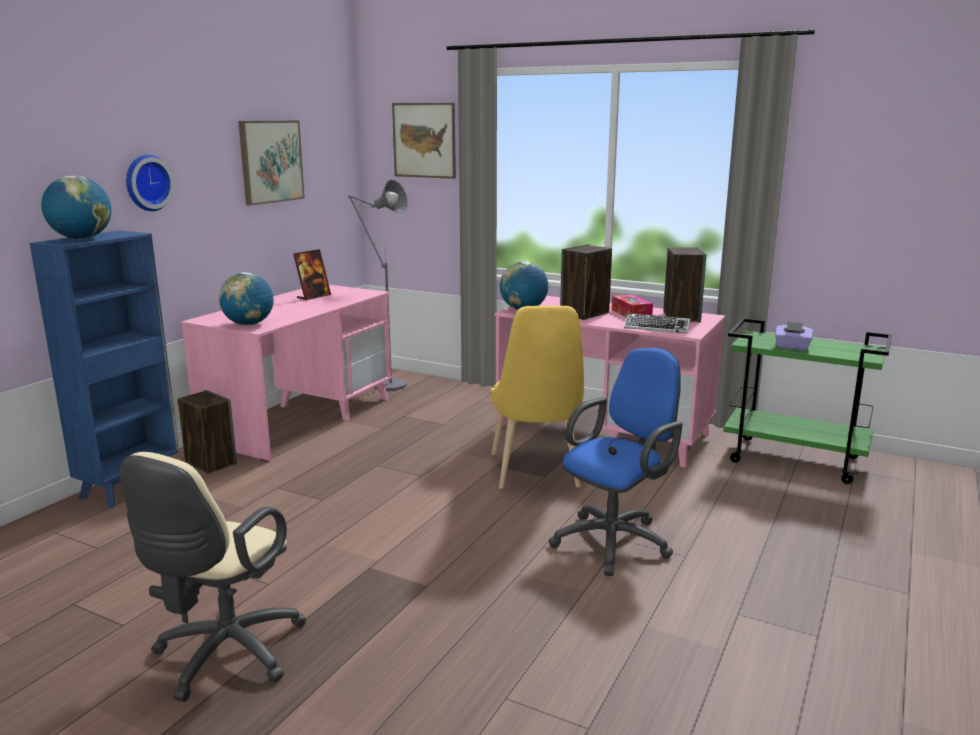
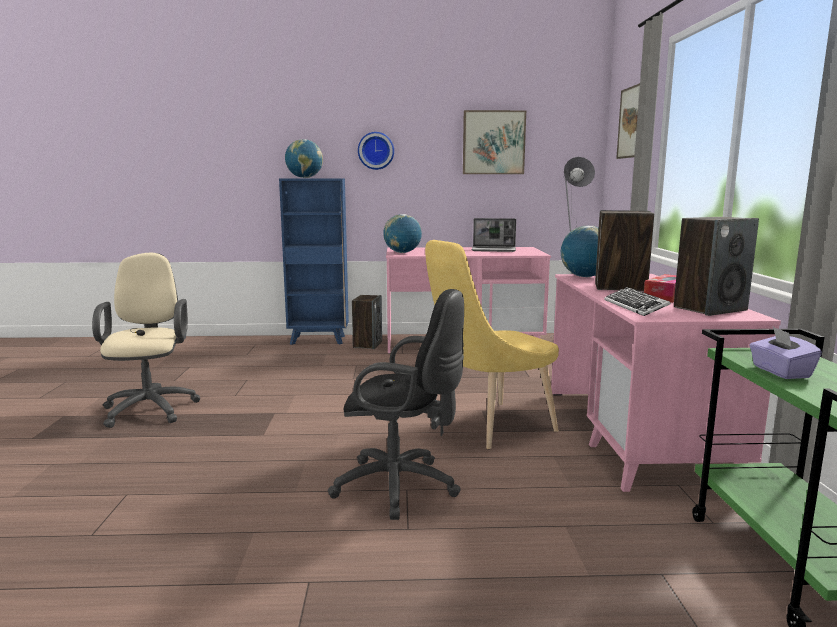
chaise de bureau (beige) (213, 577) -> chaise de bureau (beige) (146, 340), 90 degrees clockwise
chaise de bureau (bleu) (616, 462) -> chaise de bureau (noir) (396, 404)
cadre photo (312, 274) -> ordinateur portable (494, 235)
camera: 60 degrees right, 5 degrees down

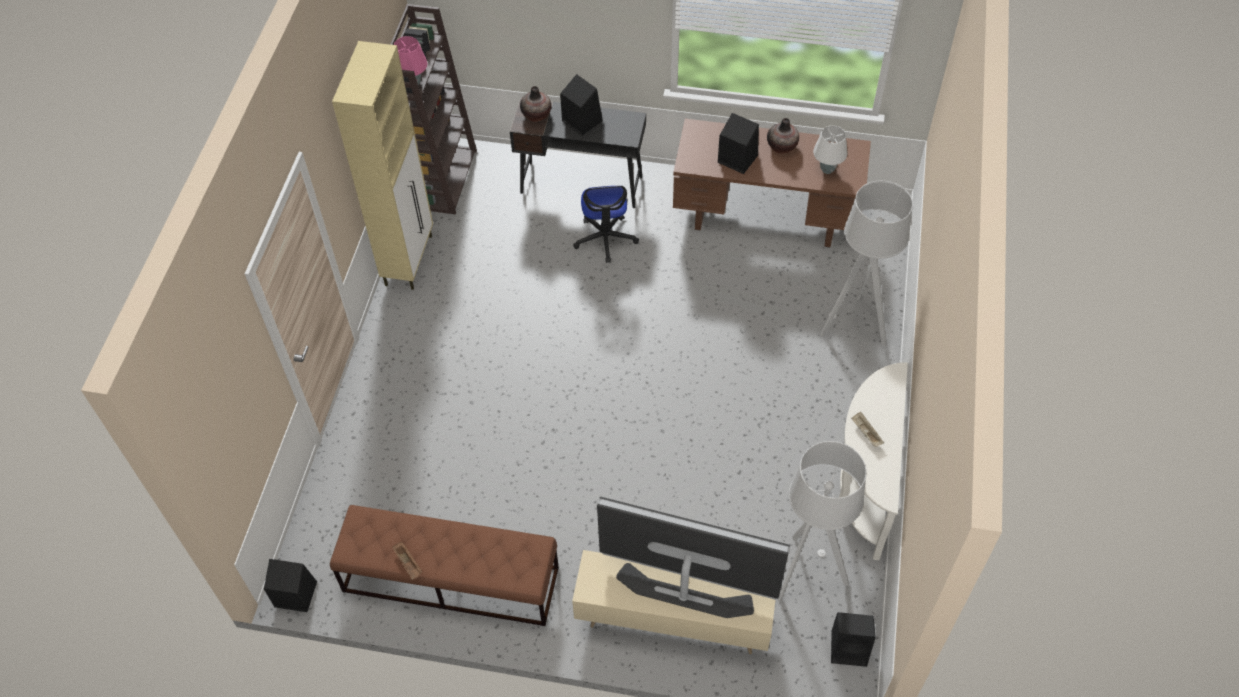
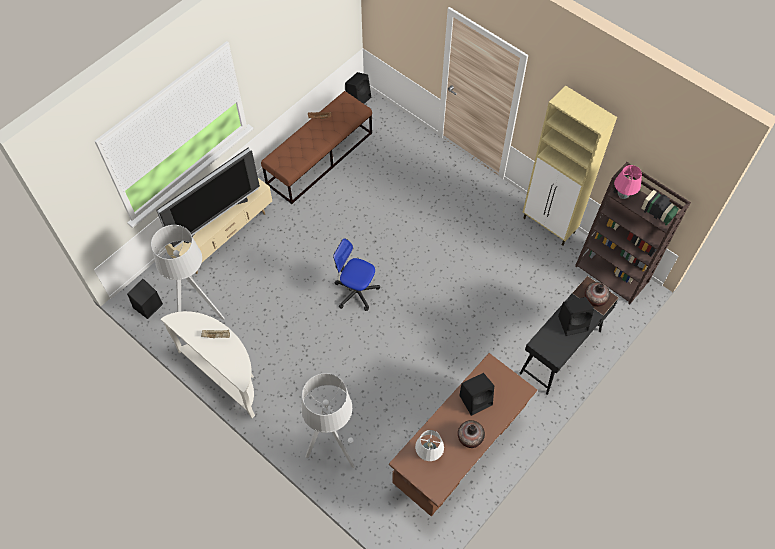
chaise de bureau (606, 224) -> chaise de bureau (356, 274), shifted
camera: 120 degrees right, 5 degrees up

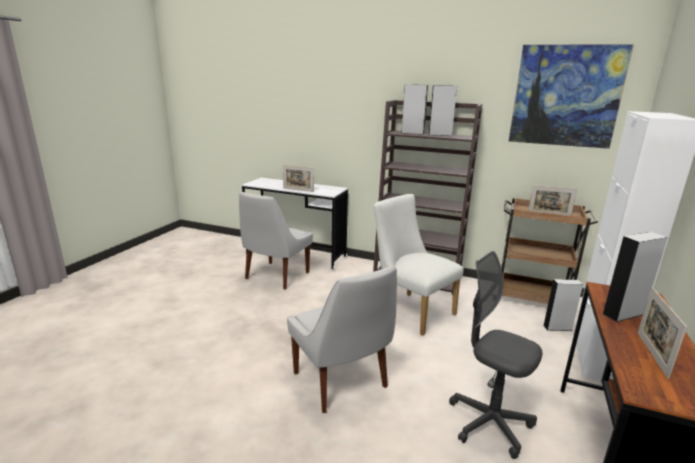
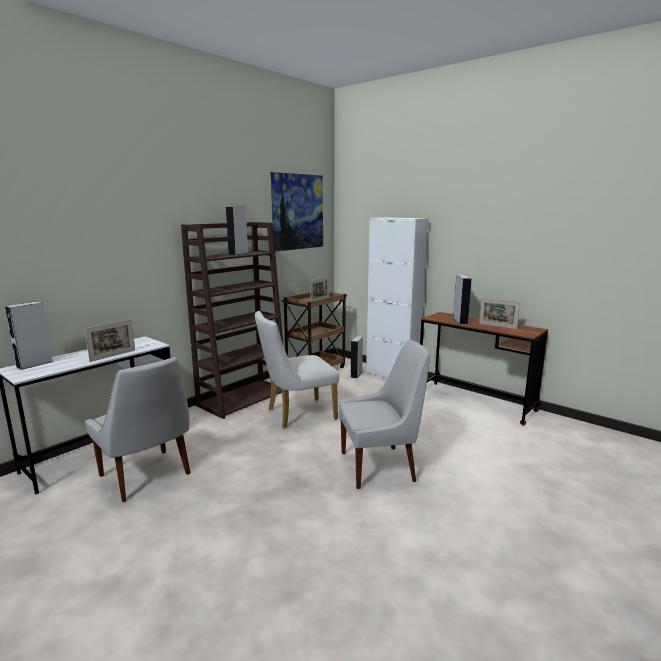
enceinte (gris) (414, 109) -> enceinte (gris) (29, 335), shifted
chaise de bureau (gris) (495, 354) -> none
camera: 70 degrees left, 5 degrees down

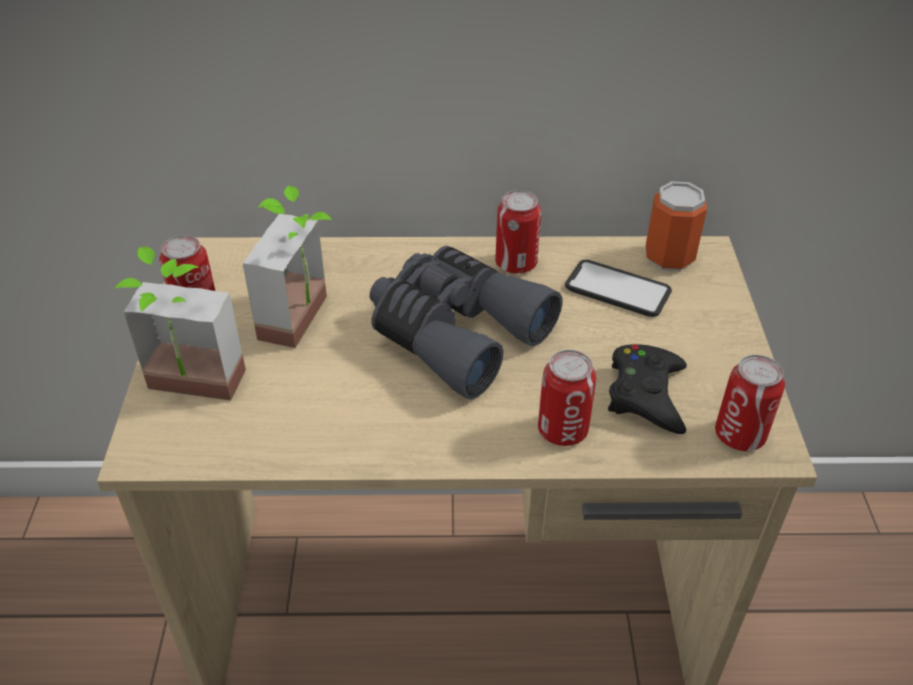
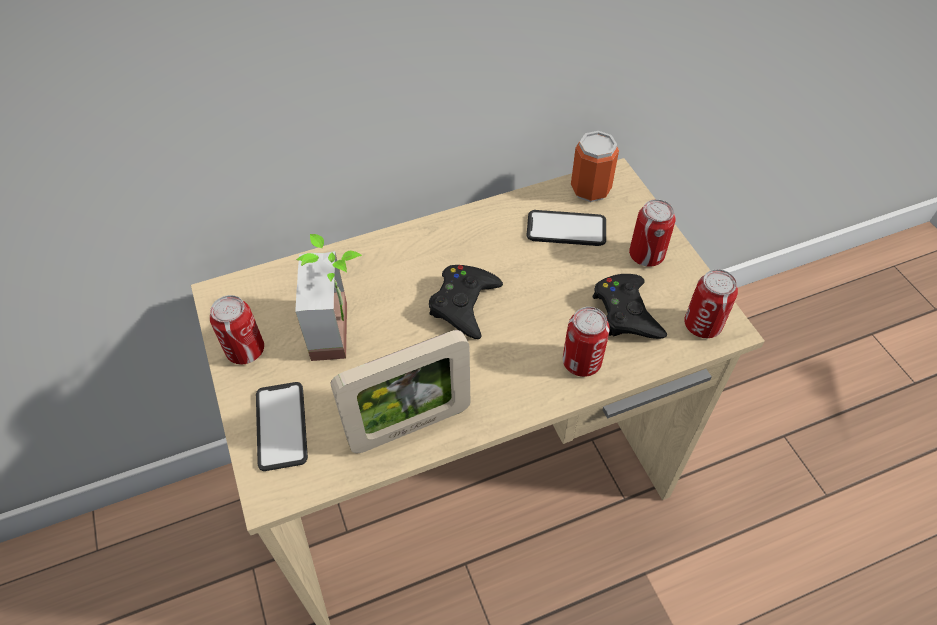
plante en pot (180, 323) -> téléphone (282, 426)
none -> cadre photo (400, 391)
jumelles (gris) (466, 323) -> manette (noir) (466, 302)
boîte métallique (518, 232) -> boîte métallique (652, 233), shifted
camera: 20 degrees left, 10 degrees up

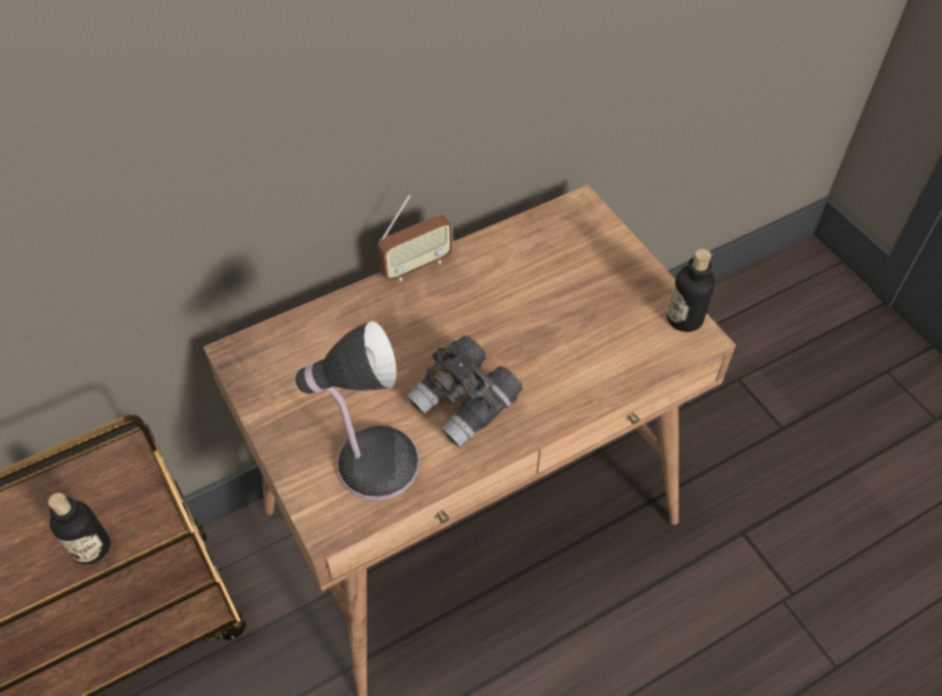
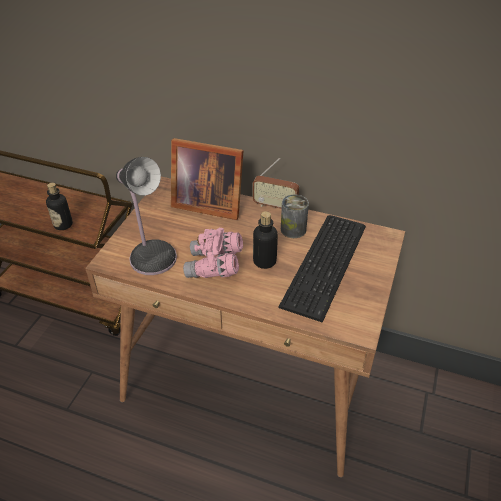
none -> cadre photo (207, 179)
jumelles (gris) (464, 391) -> jumelles (rose) (213, 253)
bouteille (691, 290) -> bouteille (265, 240), shifted
none -> clavier (322, 269)
none -> boîte métallique (295, 216)
camera: 50 degrees right, 10 degrees down

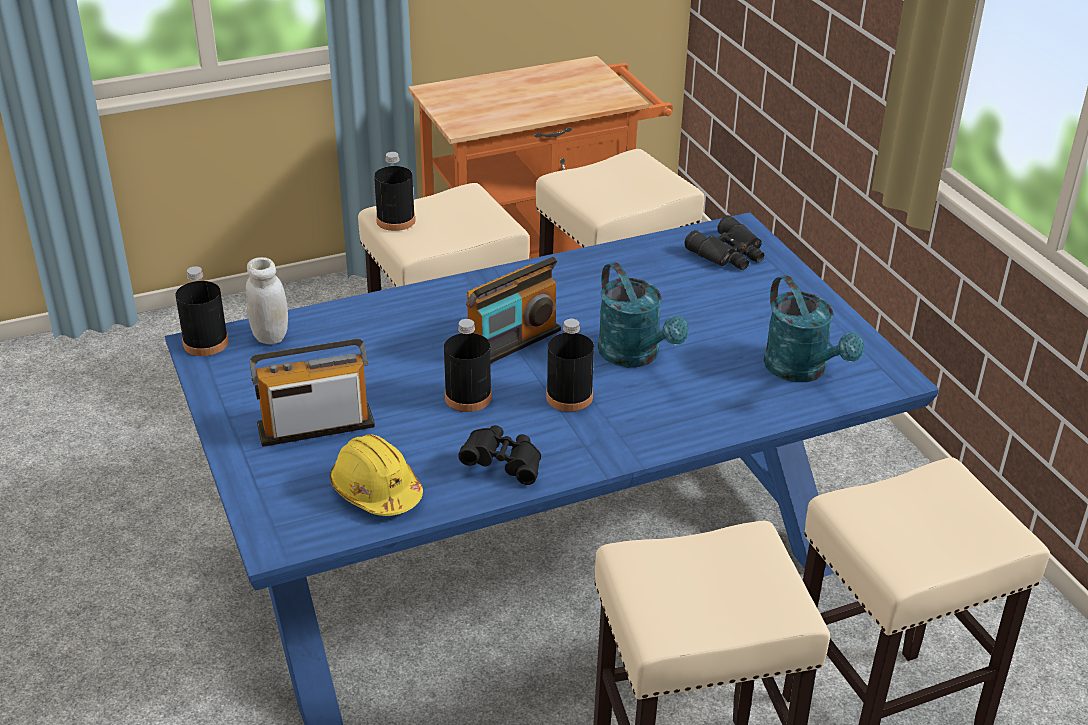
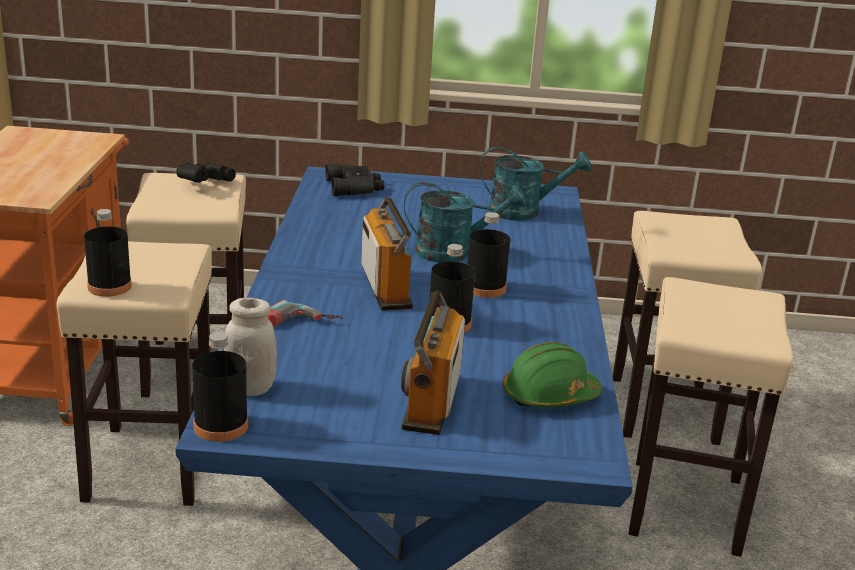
jumelles (noir) (499, 455) -> jumelles (noir) (206, 172), shifted
none -> perceuse (305, 313)
casque de chantier (jaune) (376, 475) -> casque de chantier (vert) (552, 374)
camera: 65 degrees left, 10 degrees down

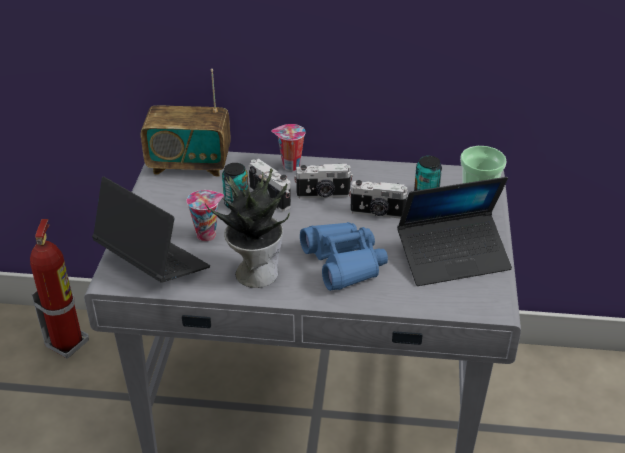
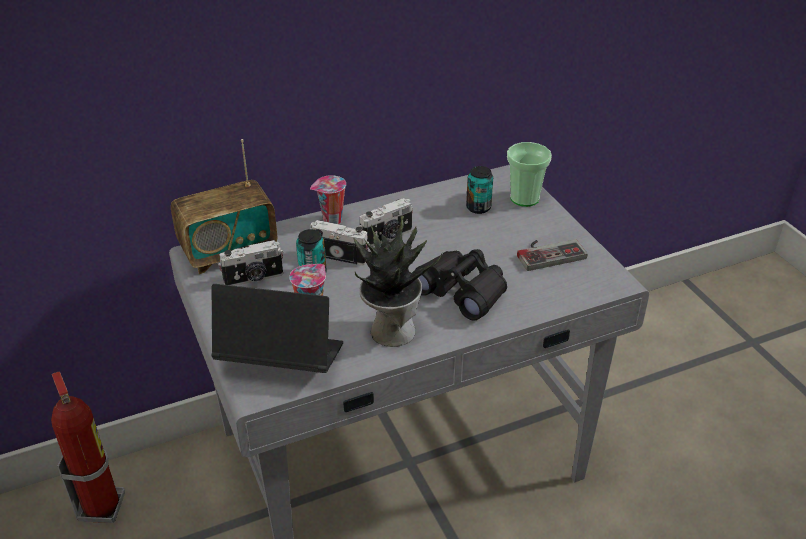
appareil photo (378, 199) -> appareil photo (251, 263), shifted
jumelles (bleu) (344, 256) -> jumelles (noir) (459, 284)
ordinateur portable (454, 231) -> manette (552, 255)
camera: 30 degrees left, 0 degrees up

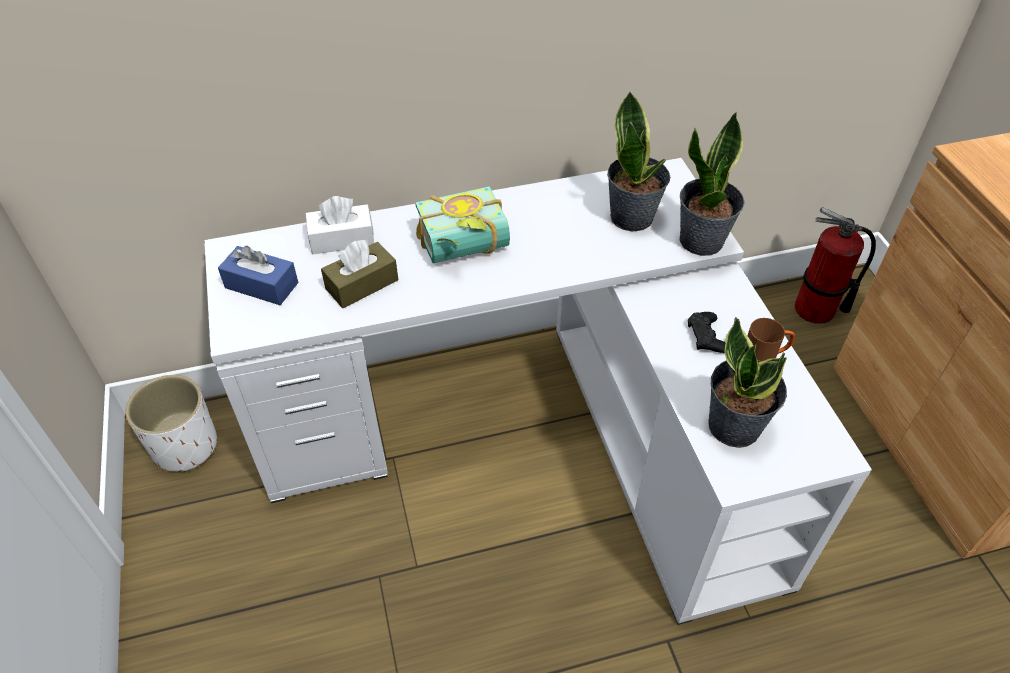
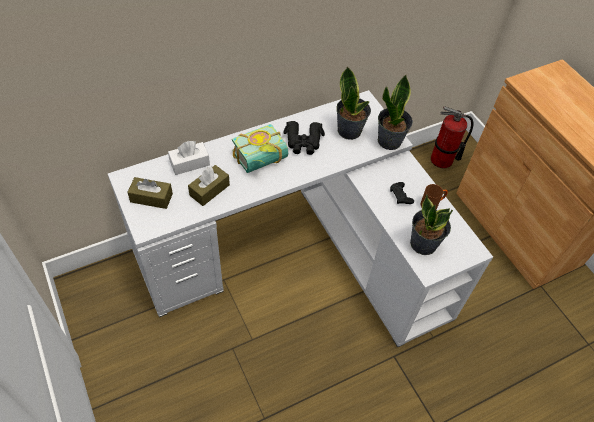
boîte à mouchoirs (bleu) (258, 275) -> boîte à mouchoirs (marron) (150, 193)
none -> jumelles (noir) (304, 138)
cache-pot (blanc) (171, 423) -> none
camera: 15 degrees left, 5 degrees up

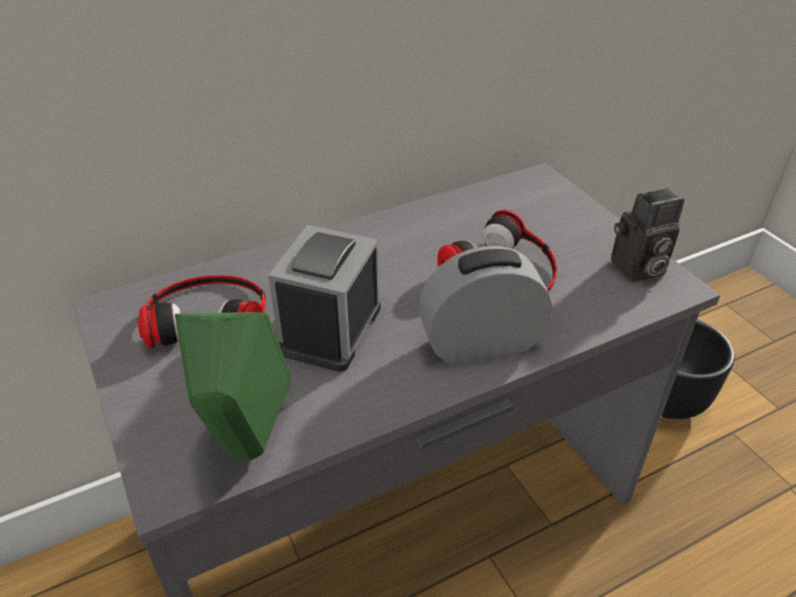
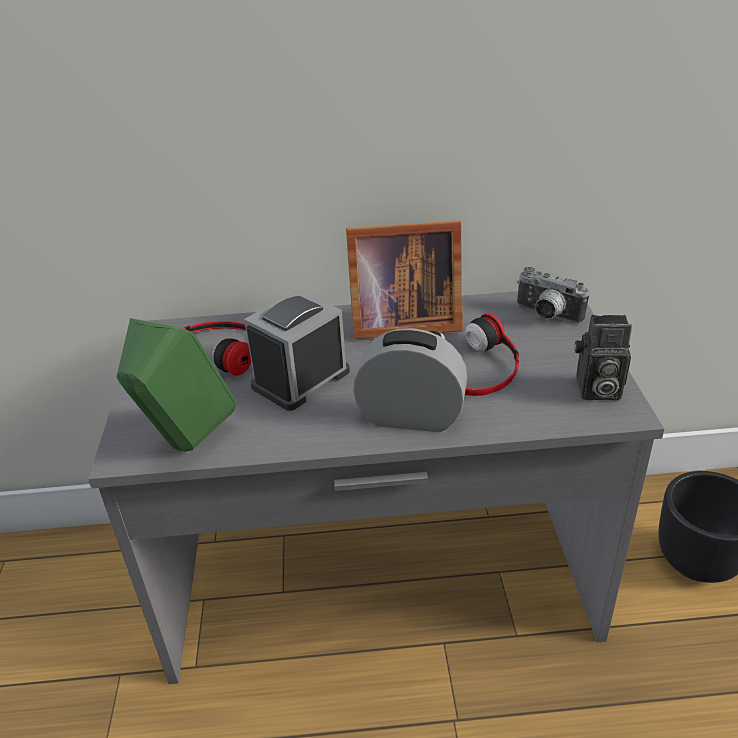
none -> cadre photo (404, 279)
none -> appareil photo (553, 295)
camera: 25 degrees right, 5 degrees down

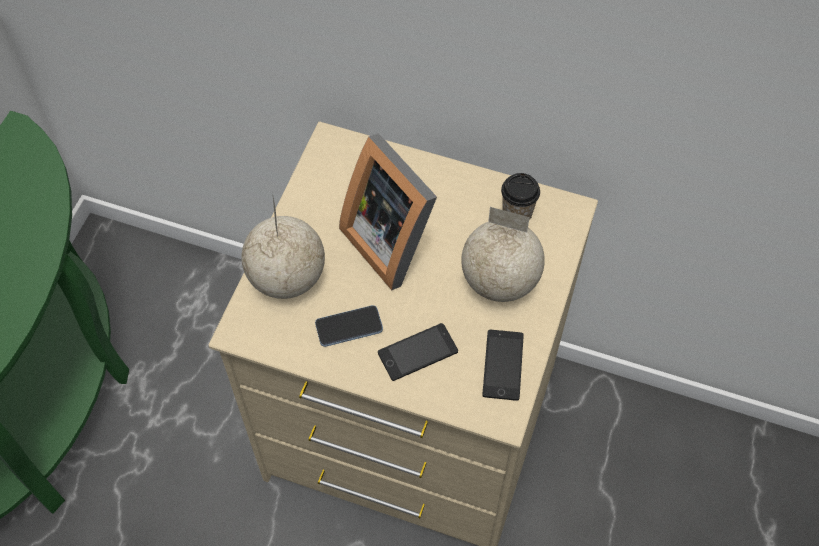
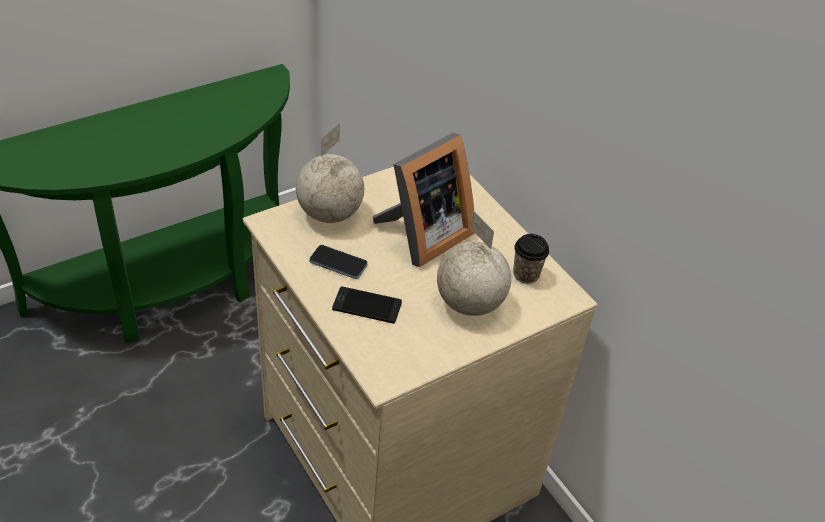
cadre photo (388, 211) -> cadre photo (424, 200), 135 degrees counterclockwise
téléphone (503, 365) -> none
camera: 35 degrees right, 15 degrees down

